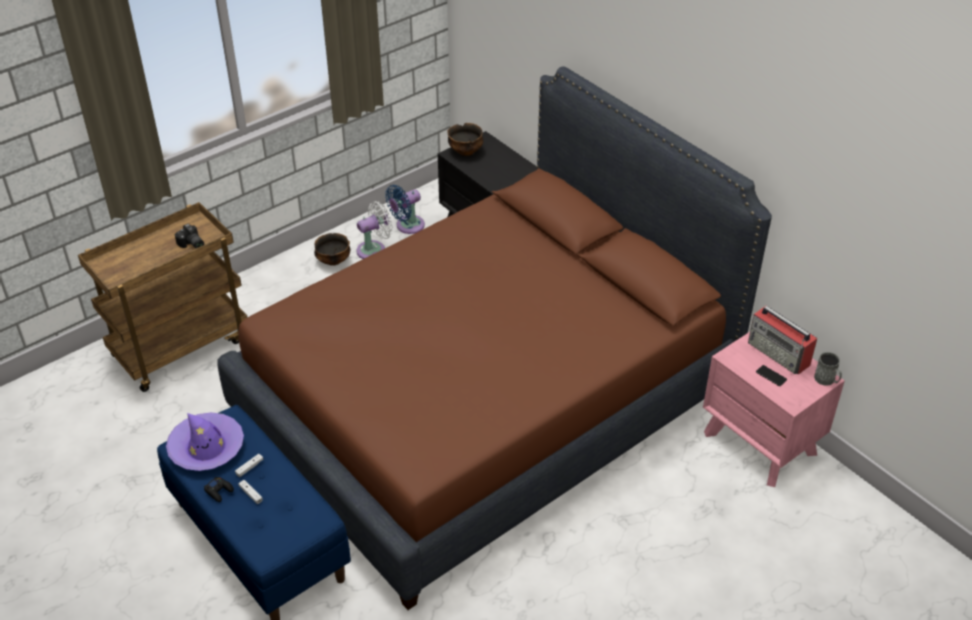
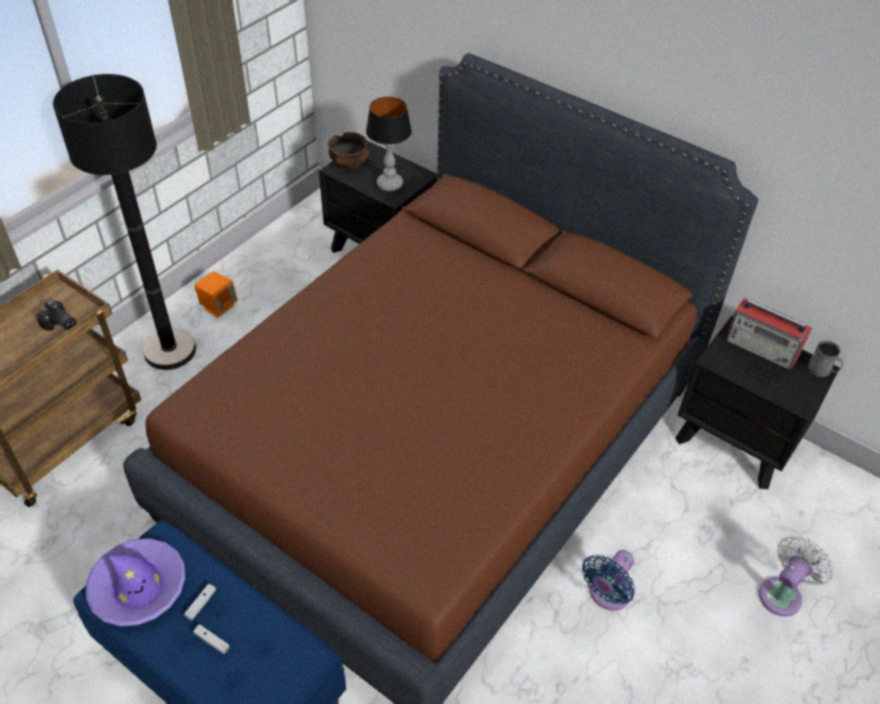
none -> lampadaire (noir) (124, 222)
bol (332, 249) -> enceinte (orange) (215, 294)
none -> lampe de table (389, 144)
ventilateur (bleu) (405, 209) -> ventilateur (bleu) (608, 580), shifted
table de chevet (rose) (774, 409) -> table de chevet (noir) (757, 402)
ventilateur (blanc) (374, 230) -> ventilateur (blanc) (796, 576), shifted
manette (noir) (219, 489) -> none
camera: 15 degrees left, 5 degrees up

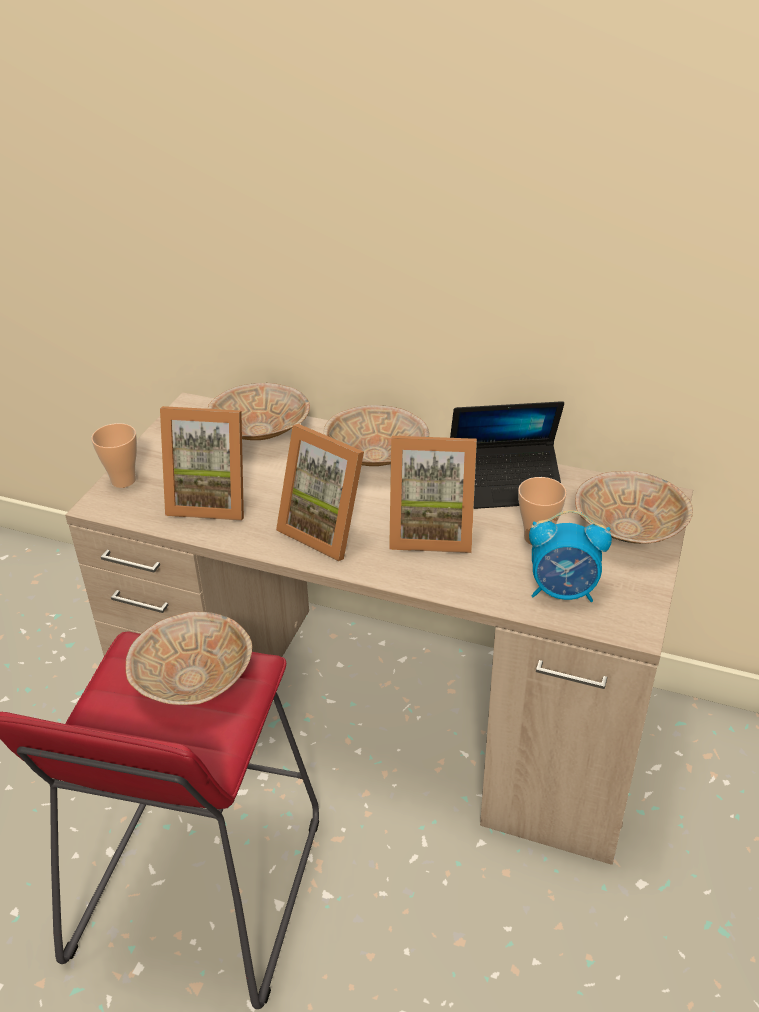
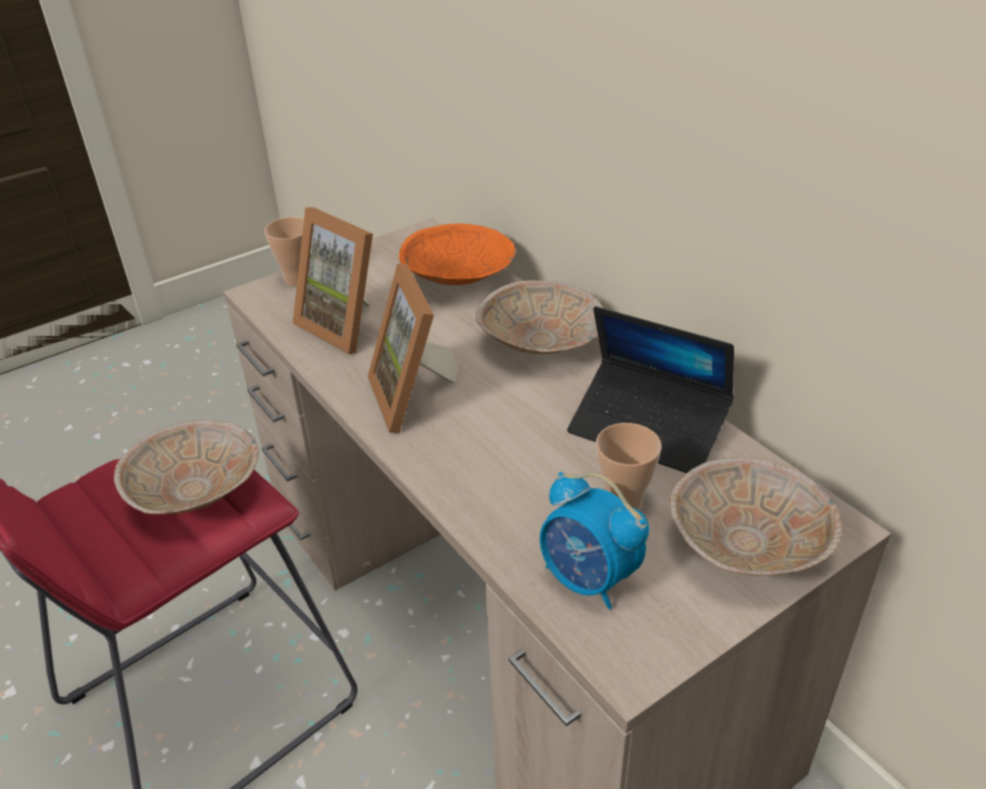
bol (beige) (259, 411) -> bol (orange) (457, 254)
cadre photo (433, 494) -> none
camera: 35 degrees right, 0 degrees up

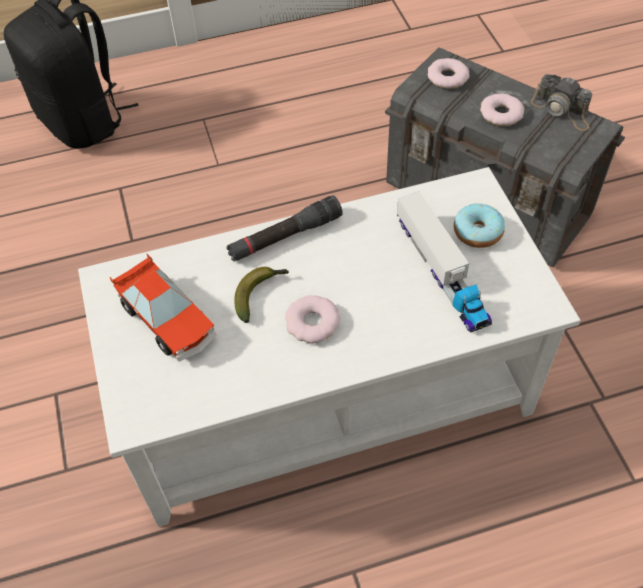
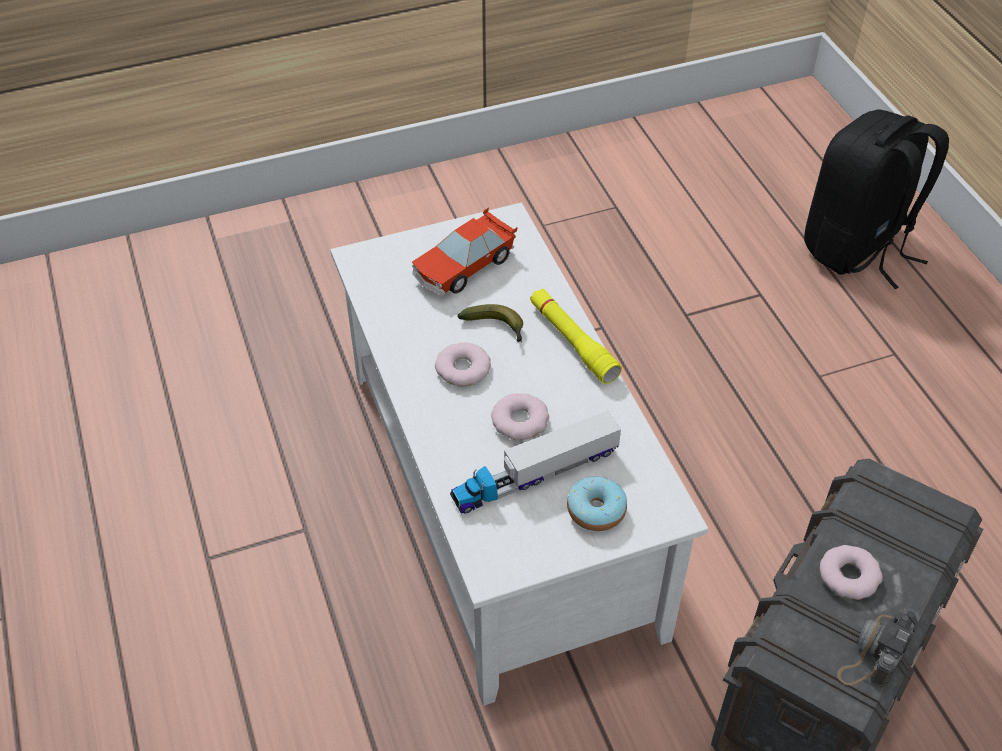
beignet (448, 73) -> beignet (520, 417), shifted
lampe de poche (noir) (284, 228) -> lampe de poche (jaune) (576, 336)
camera: 85 degrees right, 5 degrees down

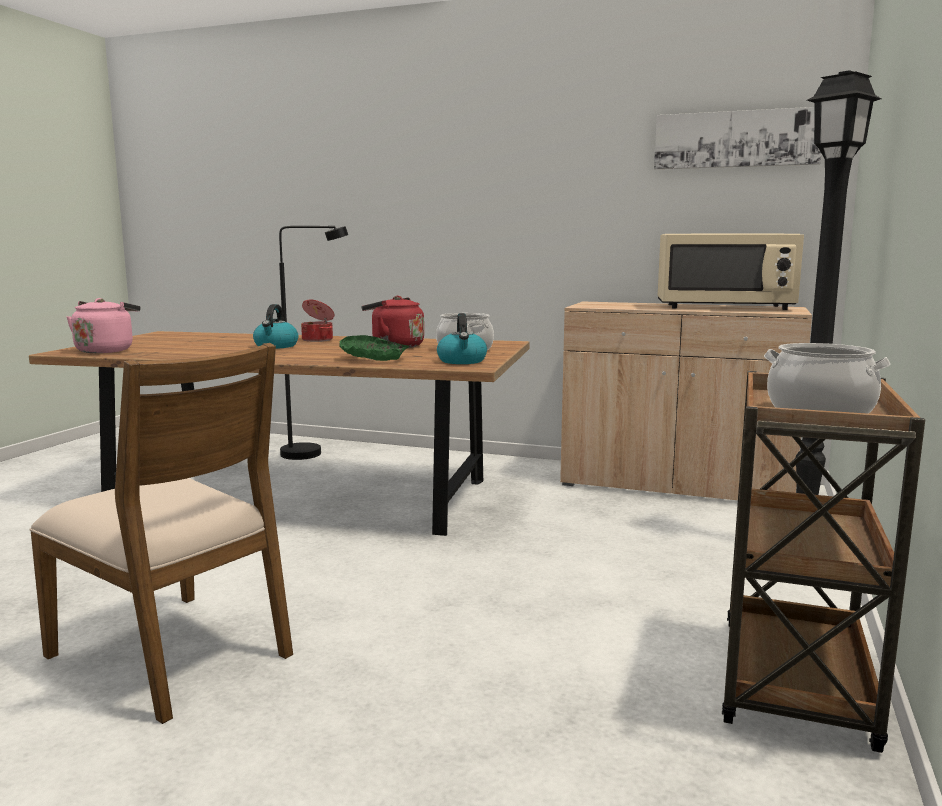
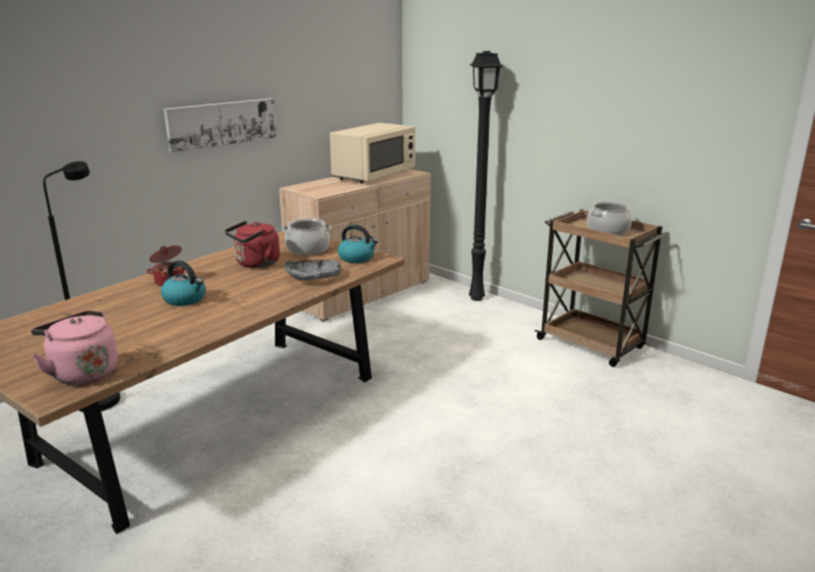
tableau (737, 138) -> tableau (220, 125), shifted
bol (vert) (374, 348) -> bol (gris) (312, 270)
chaise (marron) (161, 533) -> none
camera: 65 degrees left, 10 degrees up

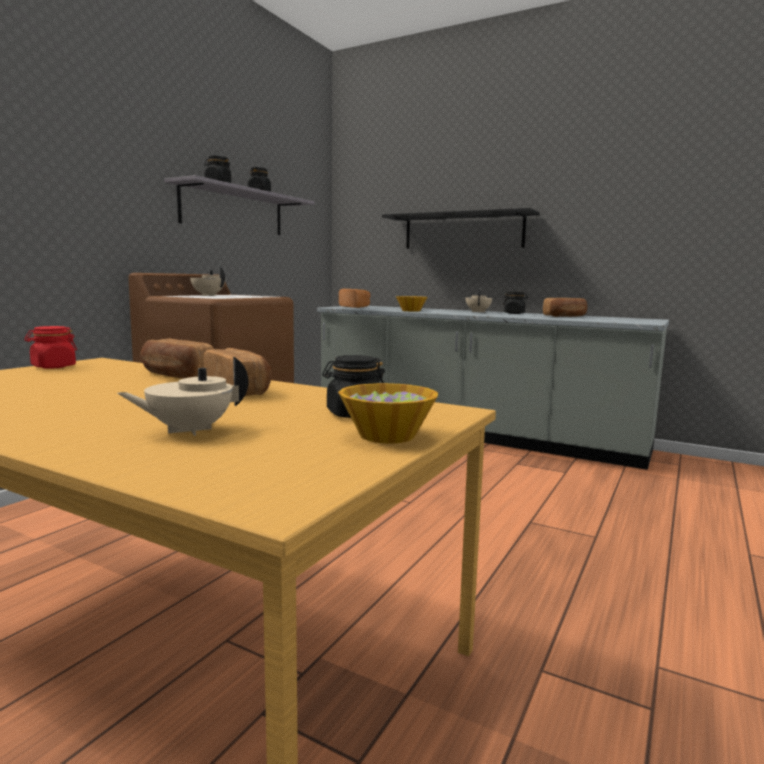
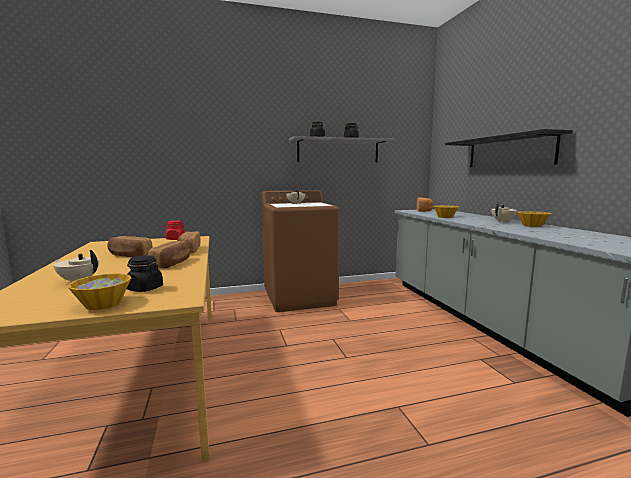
pain (565, 307) -> pain (130, 246), shifted
bocal (noir) (515, 303) -> bol (534, 219)
camera: 45 degrees right, 0 degrees up

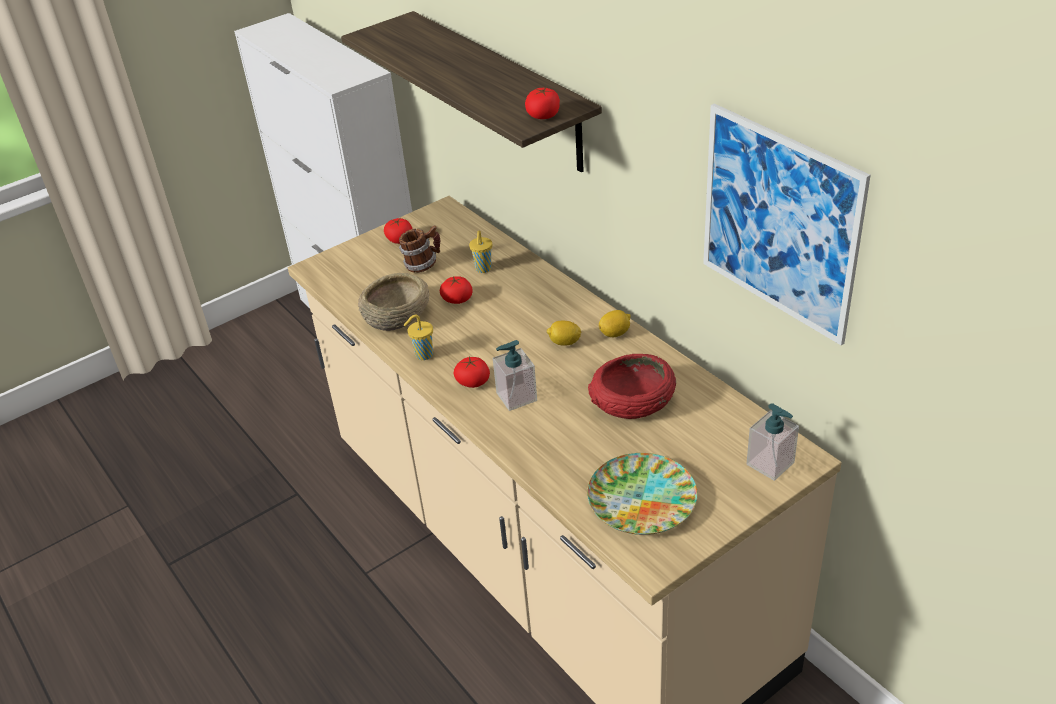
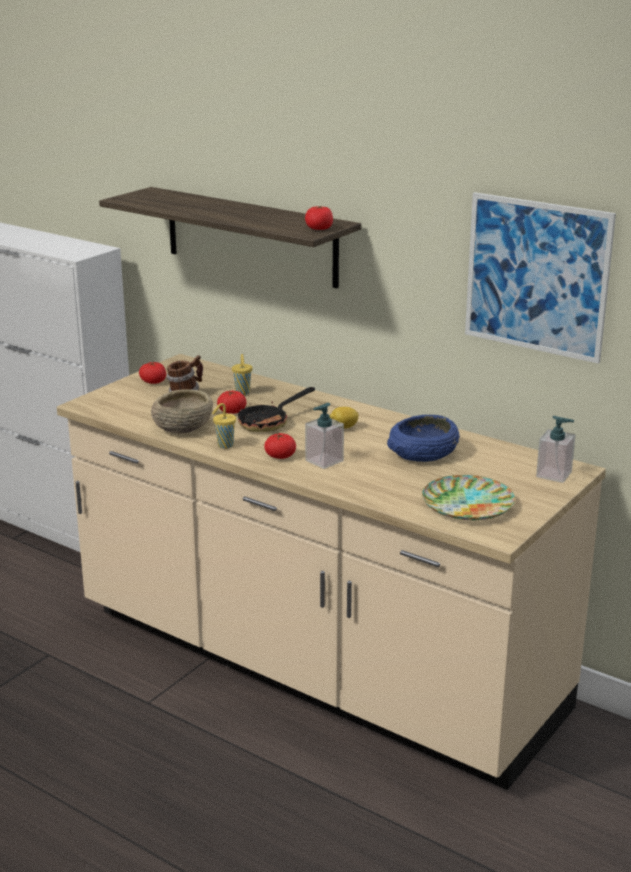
none -> poêle (276, 409)
bol (rouge) (632, 386) -> bol (bleu) (423, 438)
citron (615, 323) -> none
camera: 20 degrees left, 15 degrees down

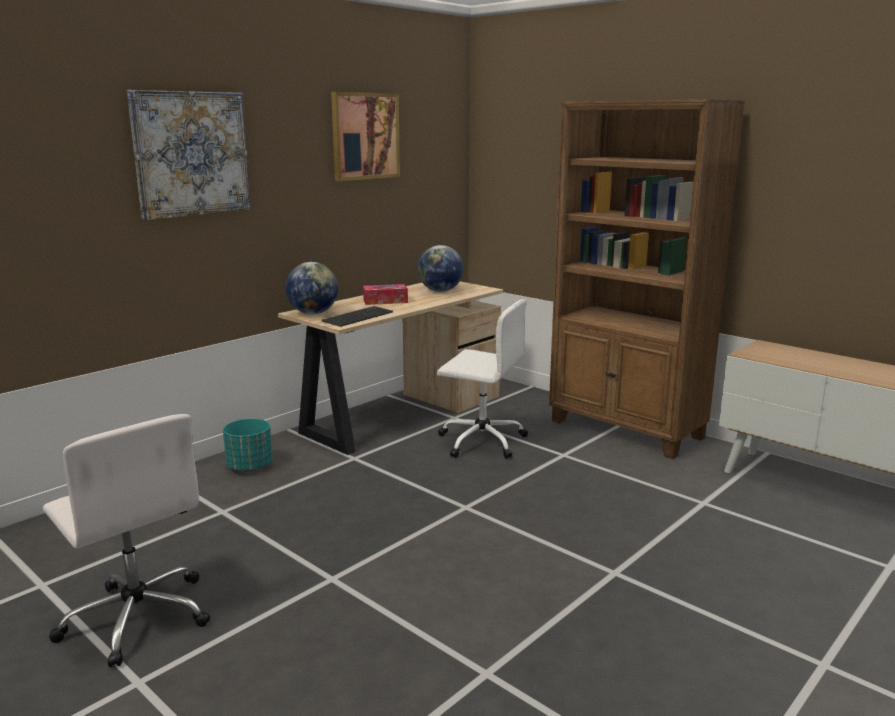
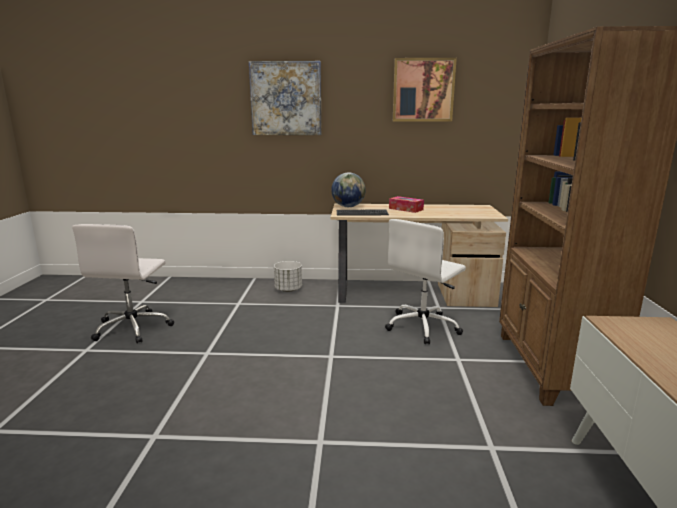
cache-pot (turquoise) (248, 445) -> cache-pot (blanc) (288, 276)
chaise de bureau (blanc) (482, 379) -> chaise de bureau (blanc) (425, 281), 60 degrees clockwise
globe (440, 268) -> none
camera: 50 degrees right, 0 degrees up

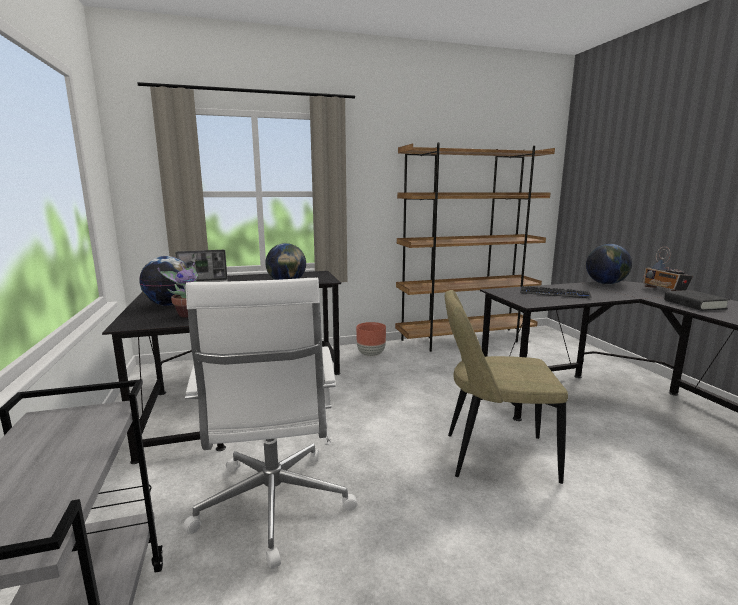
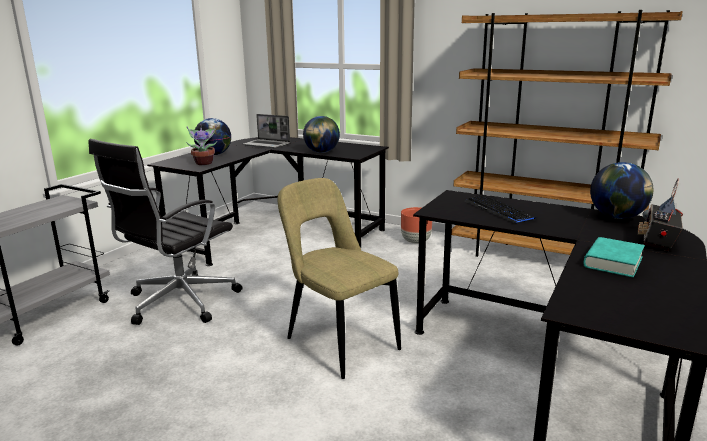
chaise de bureau (blanc) (270, 423) -> chaise de bureau (noir) (165, 232)
livre (noir) (697, 300) -> livre (turquoise) (614, 257)
camera: 45 degrees right, 5 degrees up

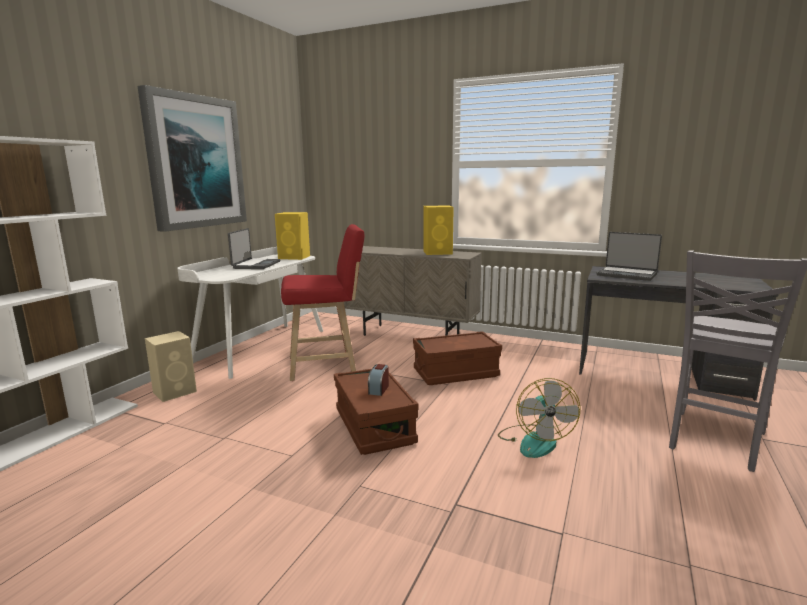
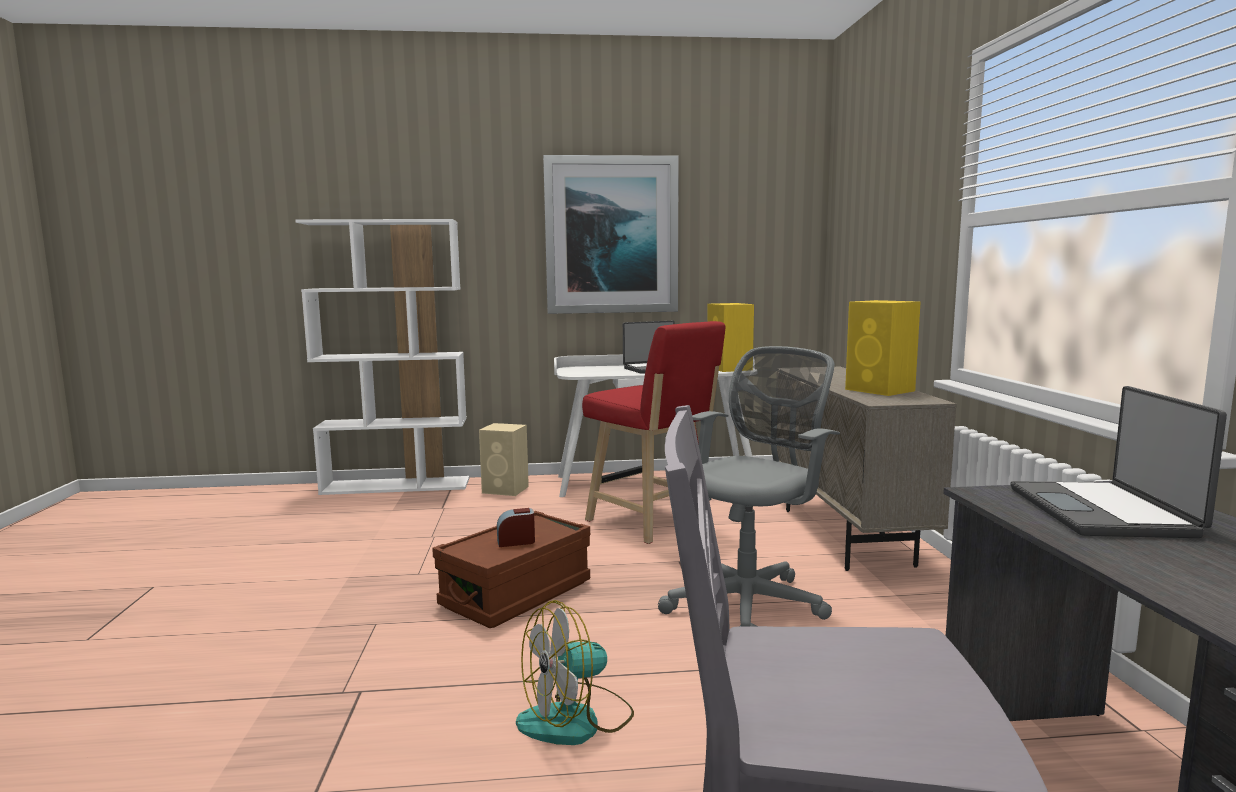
boîte de rangement (marron) (457, 358) -> chaise de bureau (gris) (749, 486)
camera: 60 degrees right, 5 degrees down

